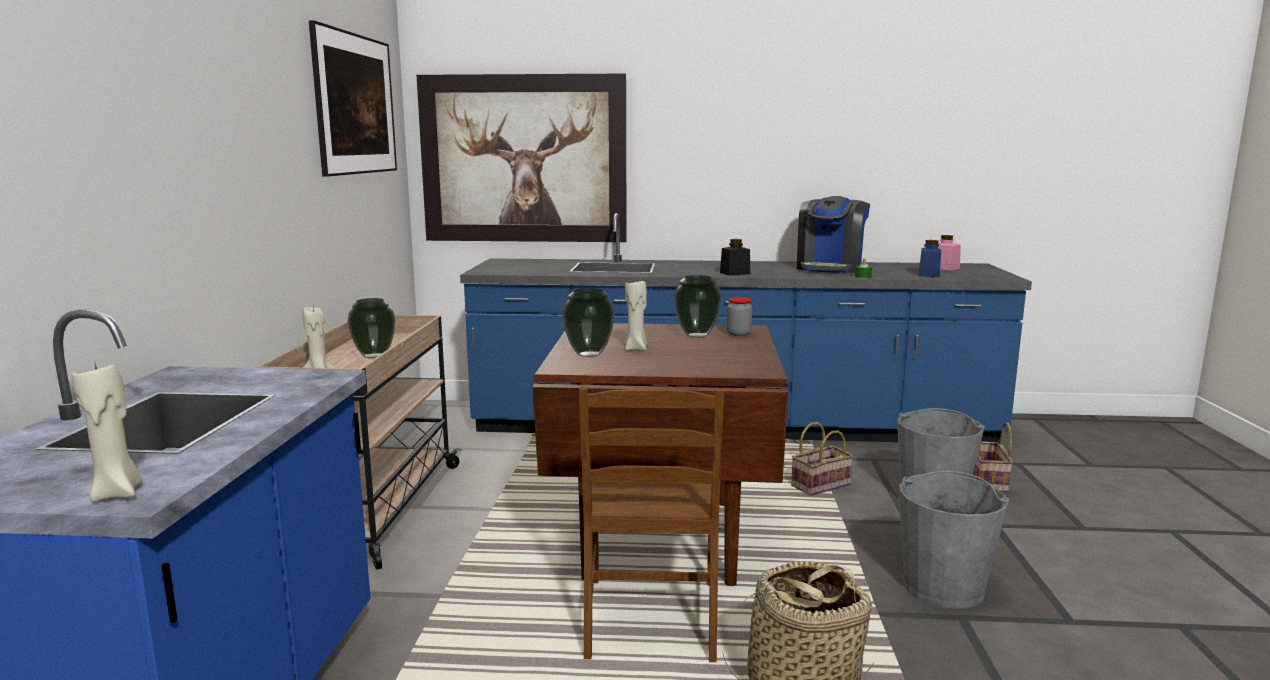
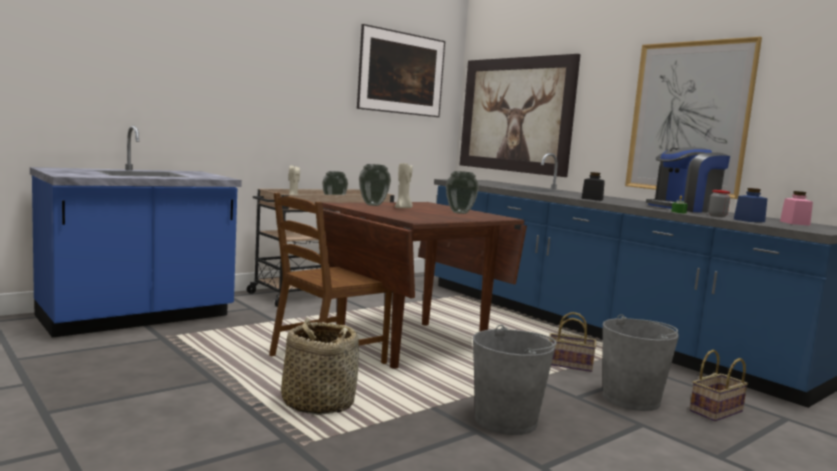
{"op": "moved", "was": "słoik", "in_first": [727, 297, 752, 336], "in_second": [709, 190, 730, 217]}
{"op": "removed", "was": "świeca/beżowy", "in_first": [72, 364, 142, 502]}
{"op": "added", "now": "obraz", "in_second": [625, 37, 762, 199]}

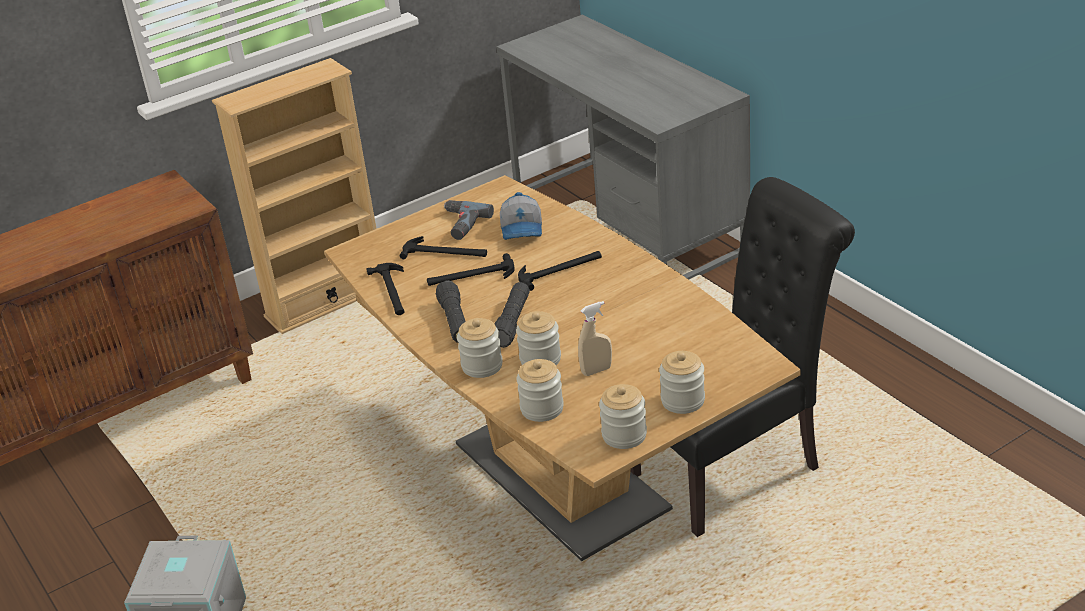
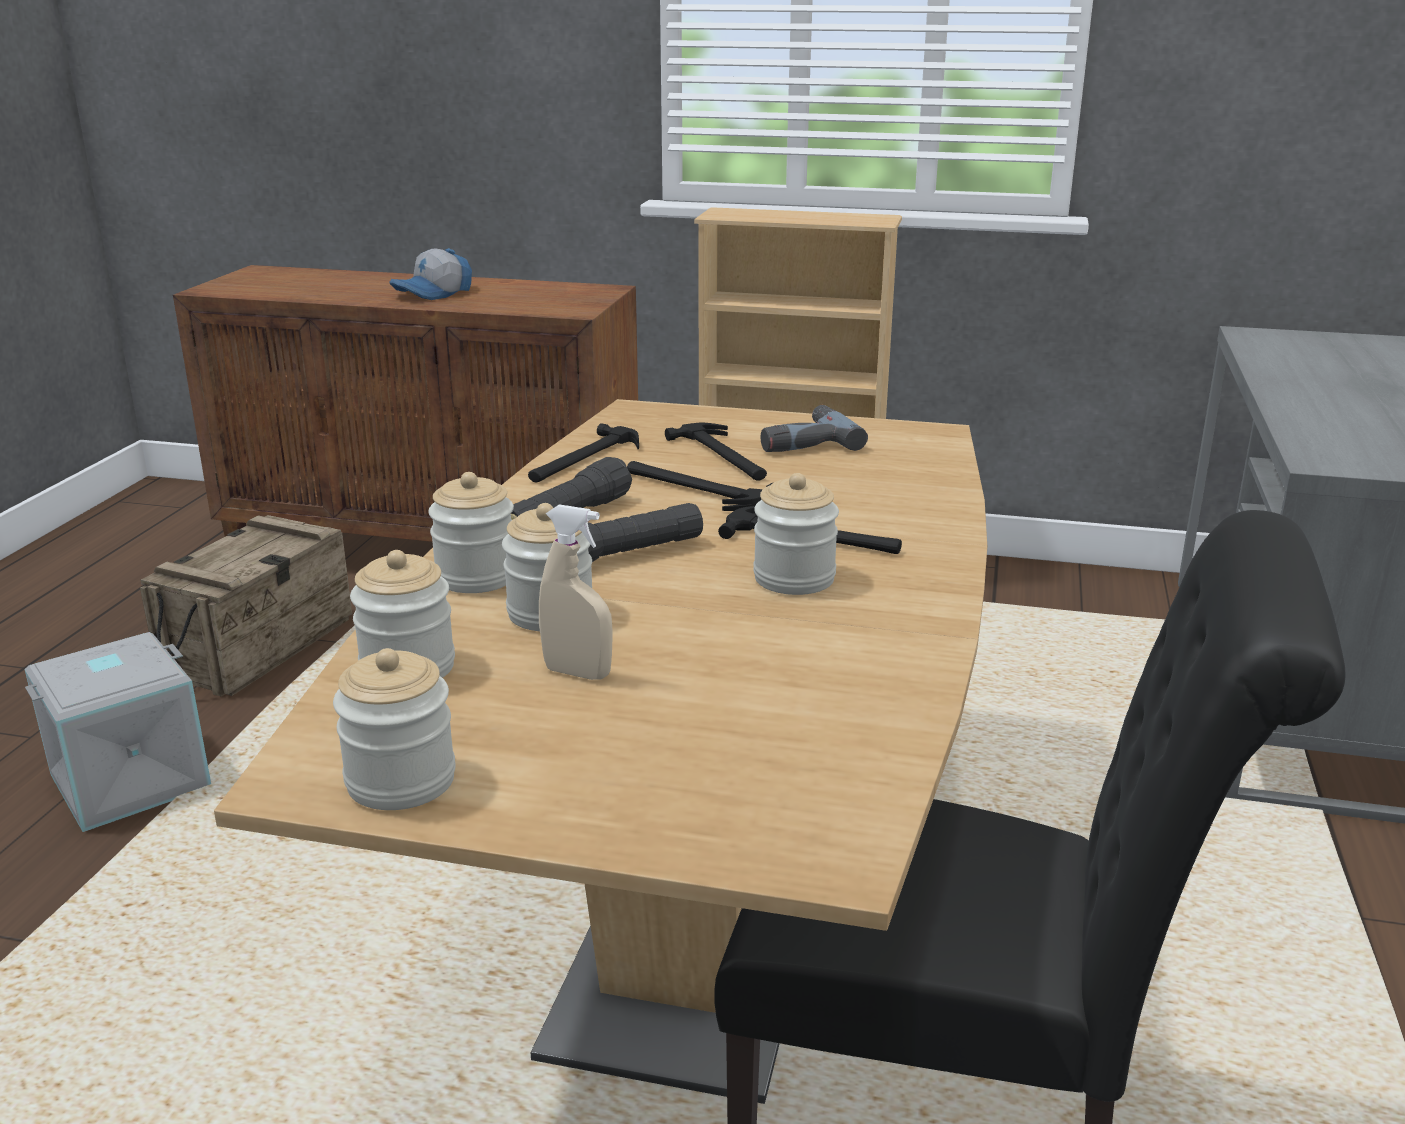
{"op": "moved", "was": "czapka z daszkiem", "in_first": [500, 192, 542, 240], "in_second": [389, 248, 472, 300]}
{"op": "moved", "was": "słoik", "in_first": [659, 351, 705, 414], "in_second": [753, 473, 839, 595]}
{"op": "added", "now": "skrzynka", "in_second": [140, 515, 352, 696]}

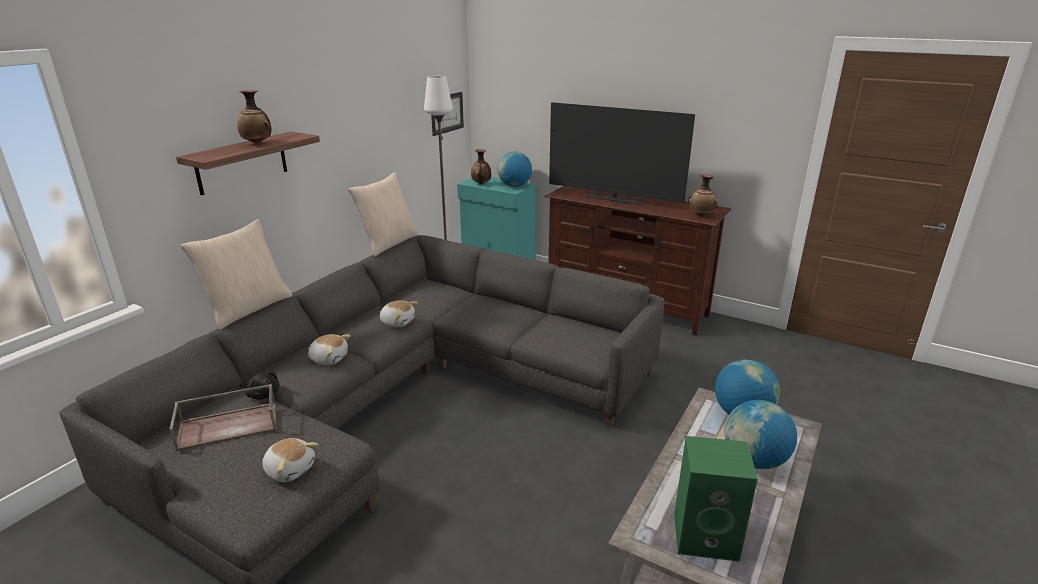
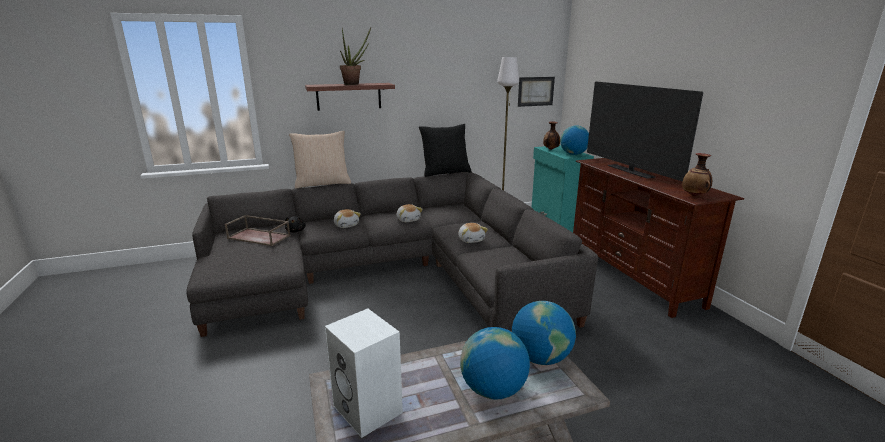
{"op": "replaced", "was": "wazon", "now": "roślina doniczkowa", "in_first": [238, 90, 271, 144], "in_second": [340, 28, 371, 85]}
{"op": "recoloured", "was": "poduszka/beżowy", "now": "poduszka/czarny", "in_first": [348, 172, 419, 257], "in_second": [419, 124, 472, 177]}
{"op": "recoloured", "was": "głośnik/zielony", "now": "głośnik/biały", "in_first": [674, 436, 758, 562], "in_second": [325, 308, 403, 438]}
{"op": "moved", "was": "pluszak", "in_first": [262, 438, 319, 482], "in_second": [458, 223, 488, 243]}

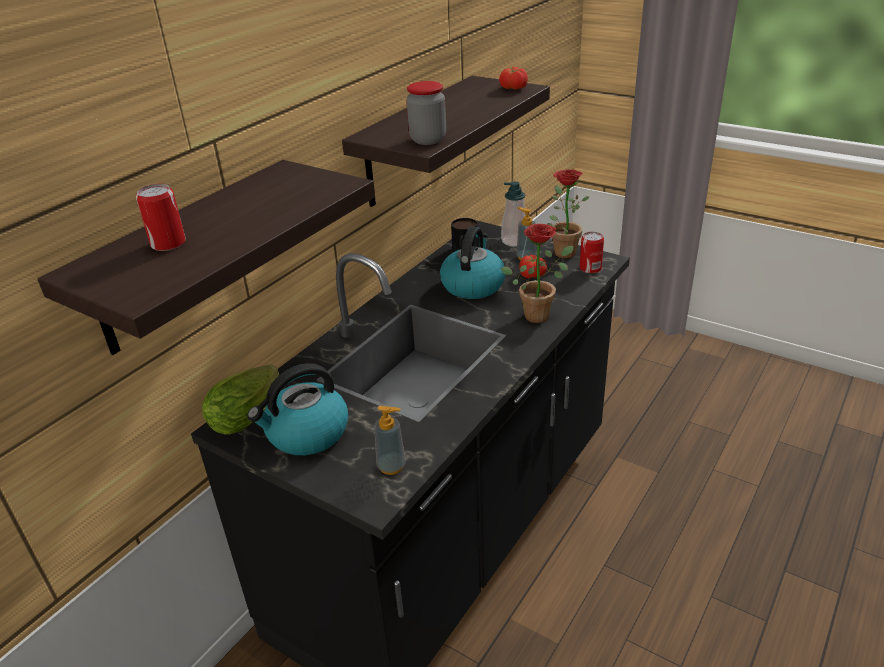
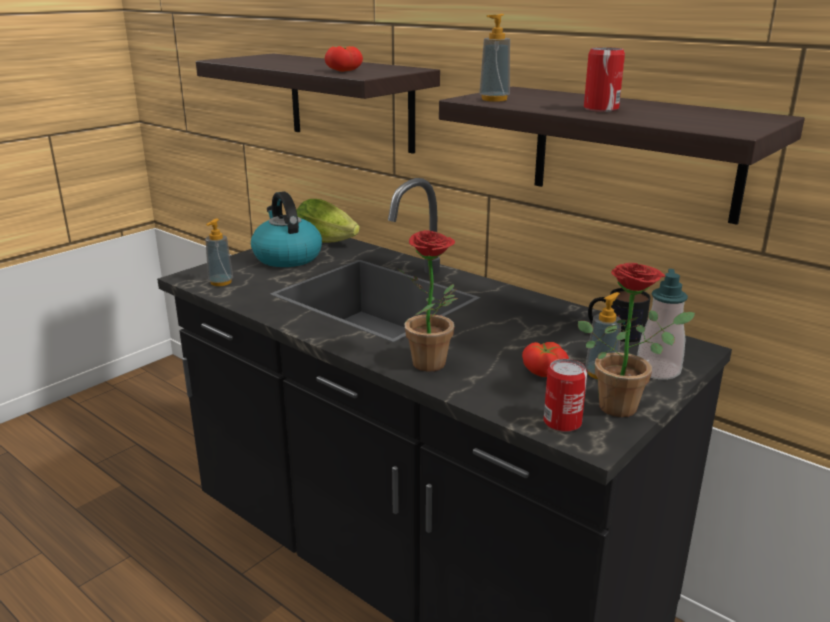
{"op": "moved", "was": "pomidor", "in_first": [499, 67, 528, 90], "in_second": [325, 46, 363, 72]}
{"op": "replaced", "was": "słoik", "now": "dozownik mydła", "in_first": [407, 81, 446, 145], "in_second": [479, 14, 510, 102]}
{"op": "moved", "was": "puszka", "in_first": [136, 184, 186, 251], "in_second": [584, 47, 625, 112]}
{"op": "removed", "was": "czajnik", "in_first": [440, 227, 505, 299]}

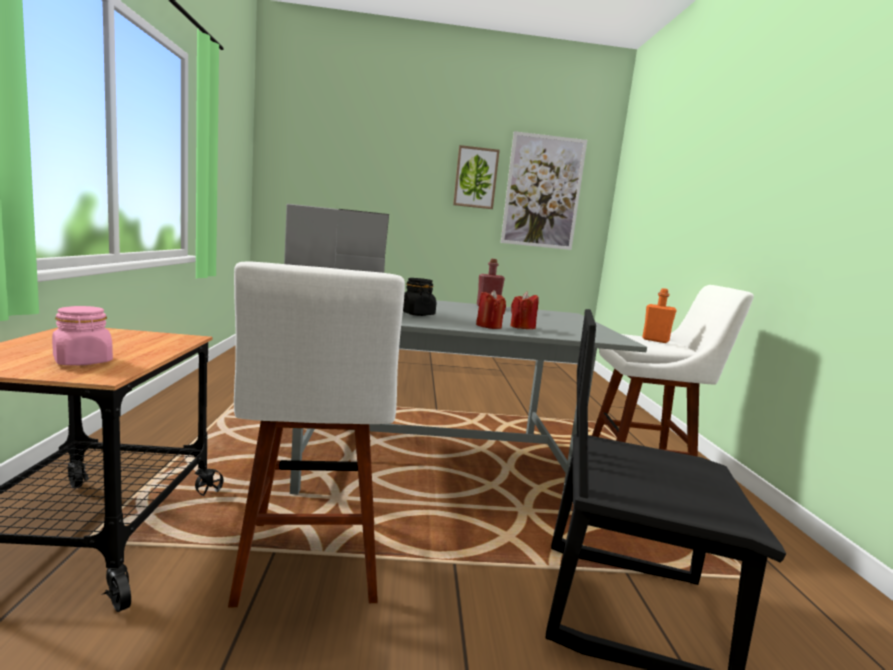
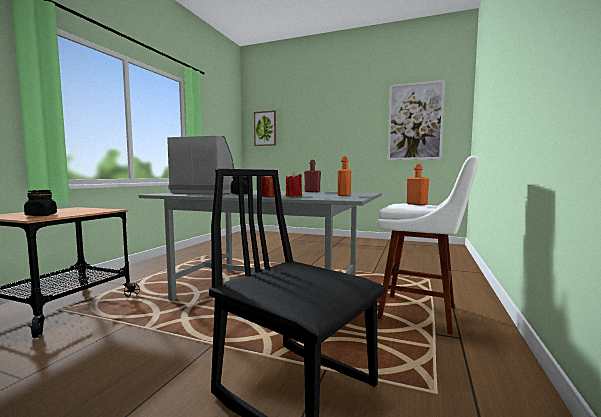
{"op": "moved", "was": "obraz", "in_first": [453, 145, 500, 209], "in_second": [254, 110, 276, 146]}
{"op": "removed", "was": "stołek/biały", "in_first": [228, 261, 405, 608]}
{"op": "recoloured", "was": "słoik/różowy", "now": "słoik/czarny", "in_first": [52, 306, 113, 365], "in_second": [24, 190, 57, 216]}
{"op": "added", "now": "butelka/pomarańczowy", "in_second": [338, 156, 351, 196]}

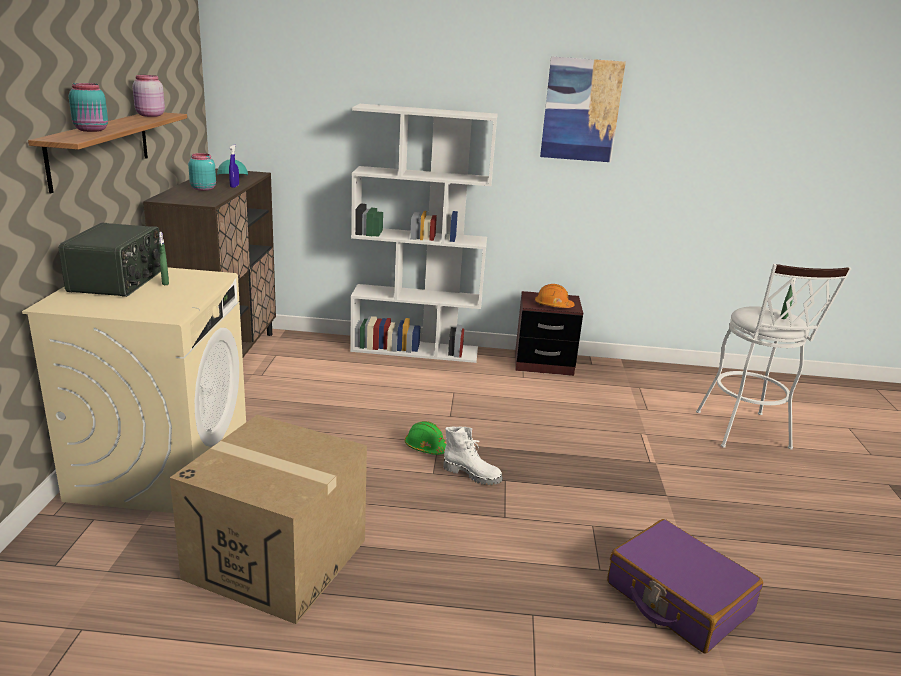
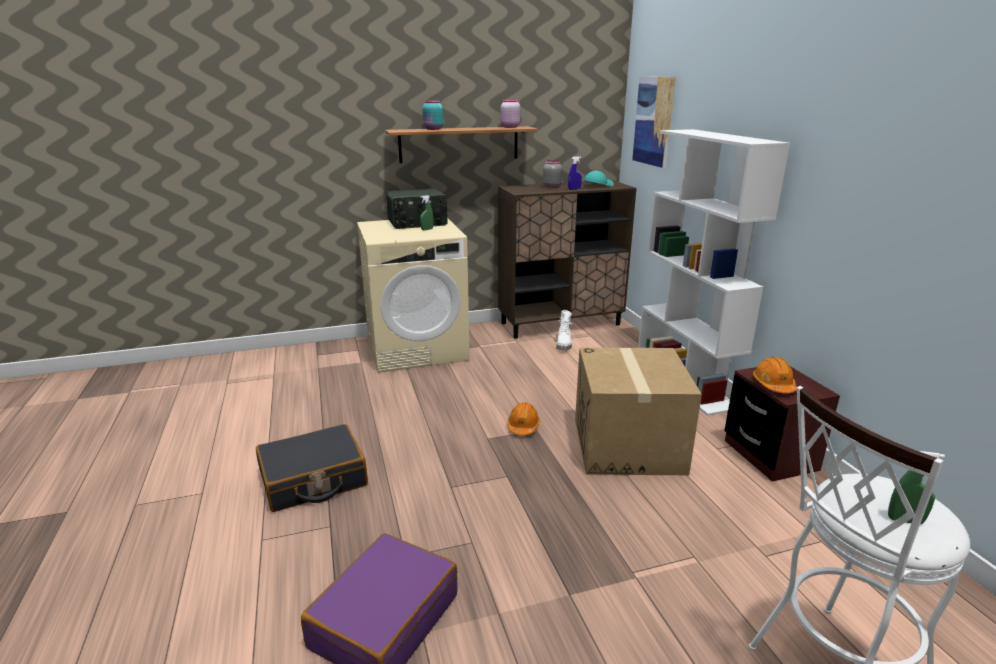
{"op": "moved", "was": "obraz", "in_first": [540, 56, 626, 162], "in_second": [632, 77, 676, 168]}
{"op": "recoloured", "was": "słoik/turkusowy", "now": "słoik/szary", "in_first": [188, 153, 216, 191], "in_second": [543, 160, 562, 188]}
{"op": "moved", "was": "karton", "in_first": [170, 414, 367, 624], "in_second": [575, 347, 702, 475]}
{"op": "recoloured", "was": "kask/zielony", "now": "kask/pomarańczowy", "in_first": [405, 421, 447, 455], "in_second": [507, 402, 540, 435]}
{"op": "moved", "was": "but z cholewką/biały", "in_first": [443, 427, 503, 485], "in_second": [556, 310, 573, 350]}
{"op": "added", "now": "walizka/czarny", "in_second": [256, 424, 368, 512]}

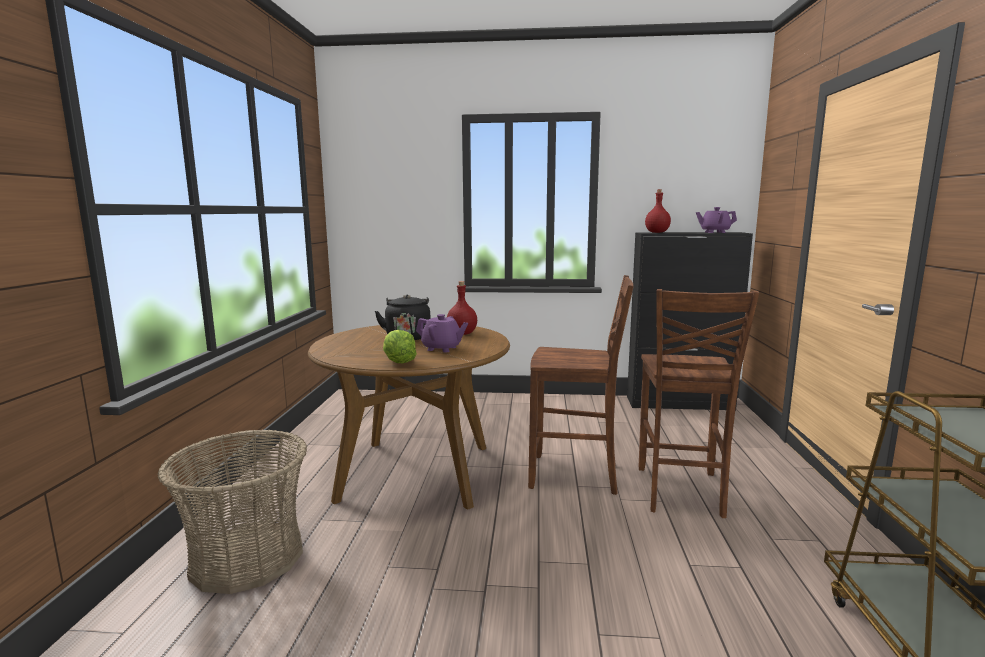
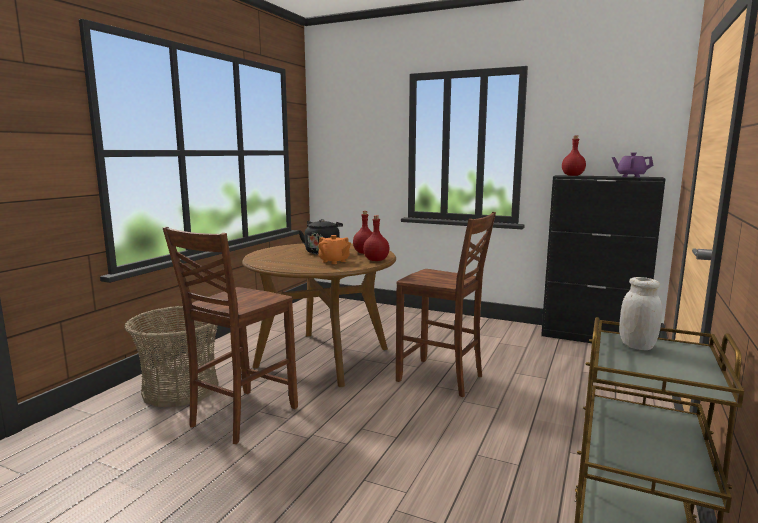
{"op": "moved", "was": "krzesło/brązowy", "in_first": [639, 289, 759, 518], "in_second": [163, 227, 298, 444]}
{"op": "recoloured", "was": "imbryk/fioletowy", "now": "imbryk/pomarańczowy", "in_first": [416, 314, 468, 352], "in_second": [318, 235, 351, 264]}
{"op": "removed", "was": "sałata", "in_first": [383, 329, 417, 363]}
{"op": "added", "now": "butelka/czerwony", "in_second": [363, 215, 390, 261]}
{"op": "added", "now": "słoik/biały", "in_second": [619, 277, 662, 350]}

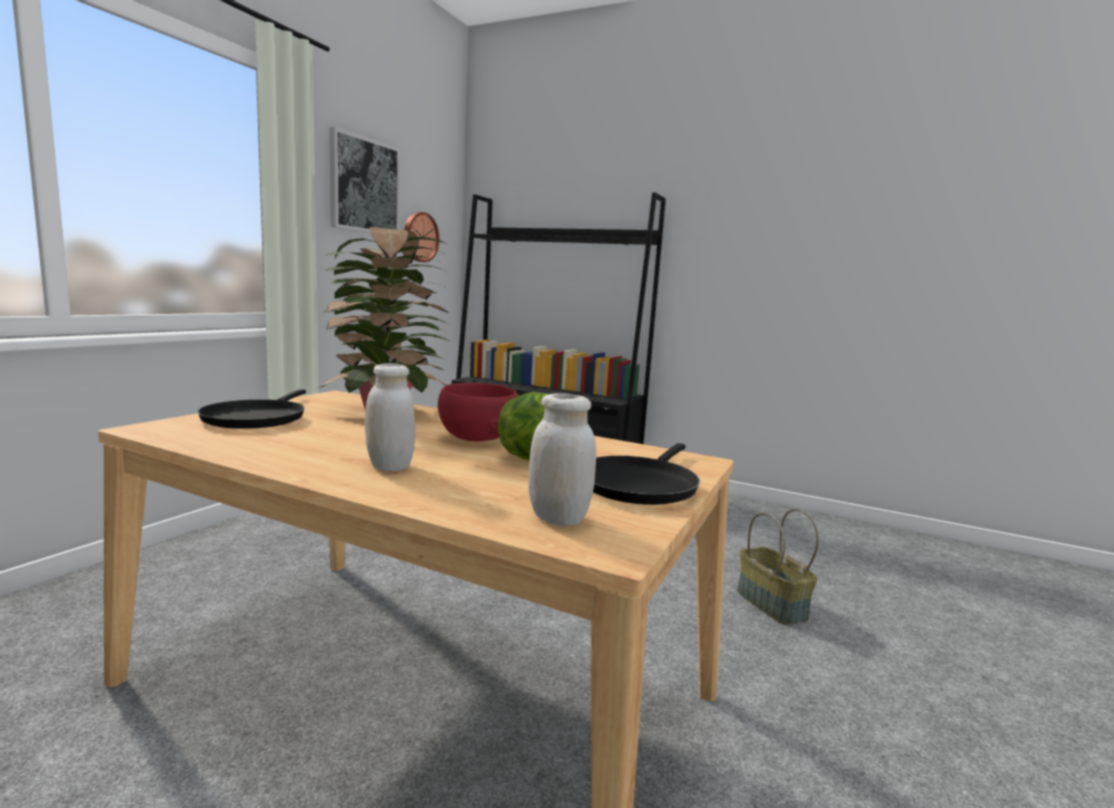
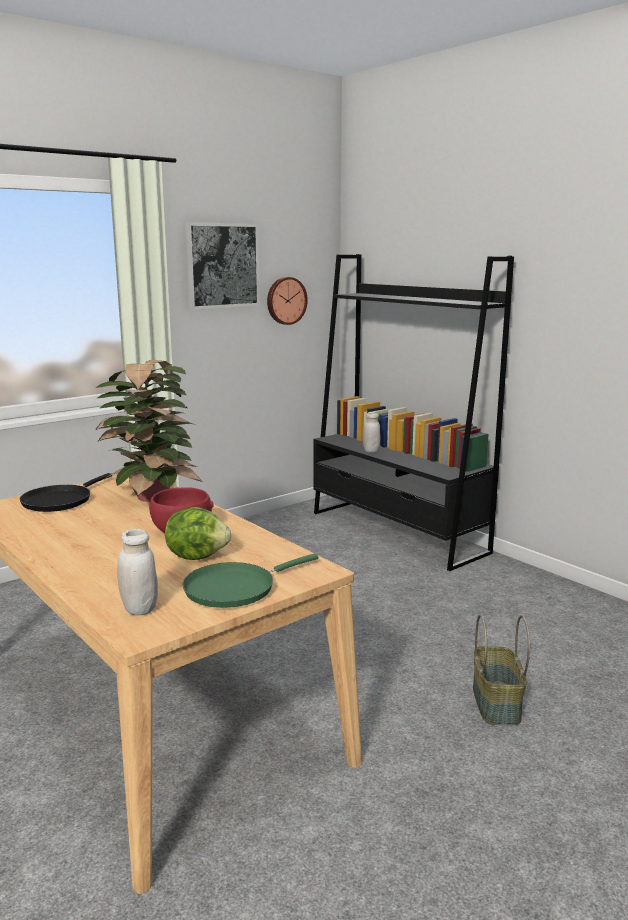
{"op": "moved", "was": "słoik/biały", "in_first": [365, 363, 415, 471], "in_second": [363, 413, 381, 453]}
{"op": "recoloured", "was": "patelnia/czarny", "now": "patelnia/zielony", "in_first": [593, 443, 700, 505], "in_second": [182, 554, 318, 608]}

